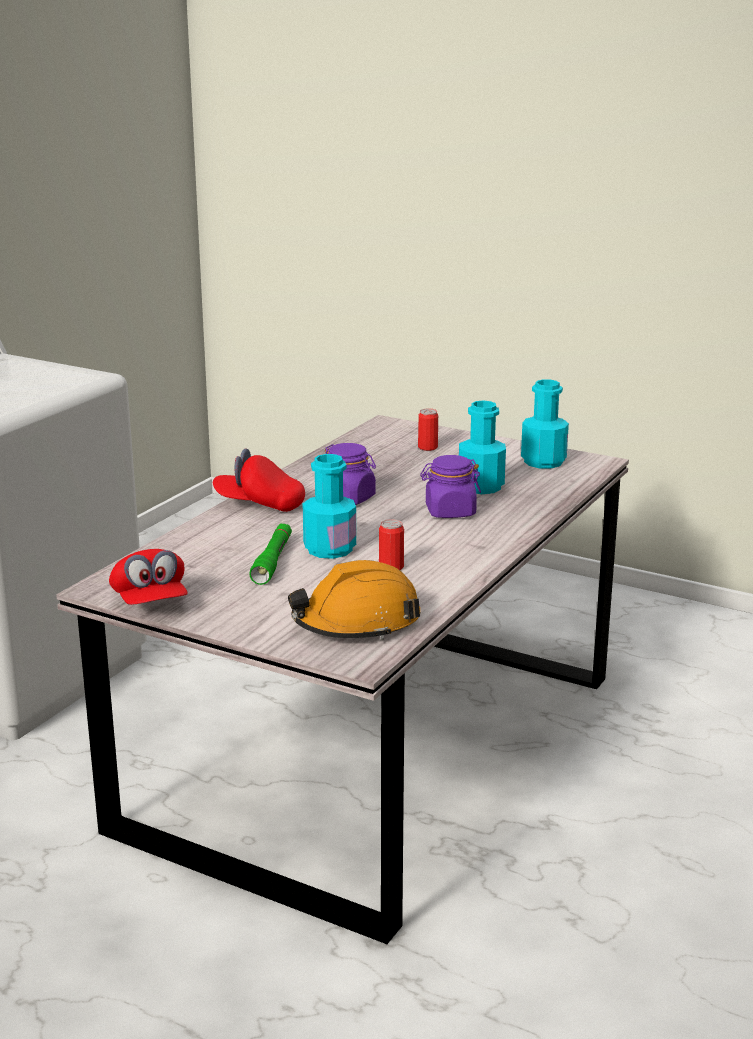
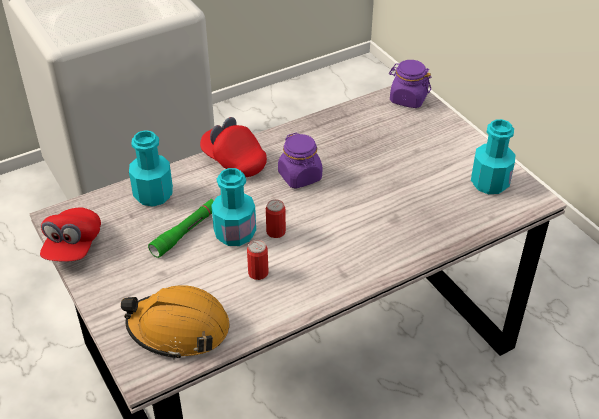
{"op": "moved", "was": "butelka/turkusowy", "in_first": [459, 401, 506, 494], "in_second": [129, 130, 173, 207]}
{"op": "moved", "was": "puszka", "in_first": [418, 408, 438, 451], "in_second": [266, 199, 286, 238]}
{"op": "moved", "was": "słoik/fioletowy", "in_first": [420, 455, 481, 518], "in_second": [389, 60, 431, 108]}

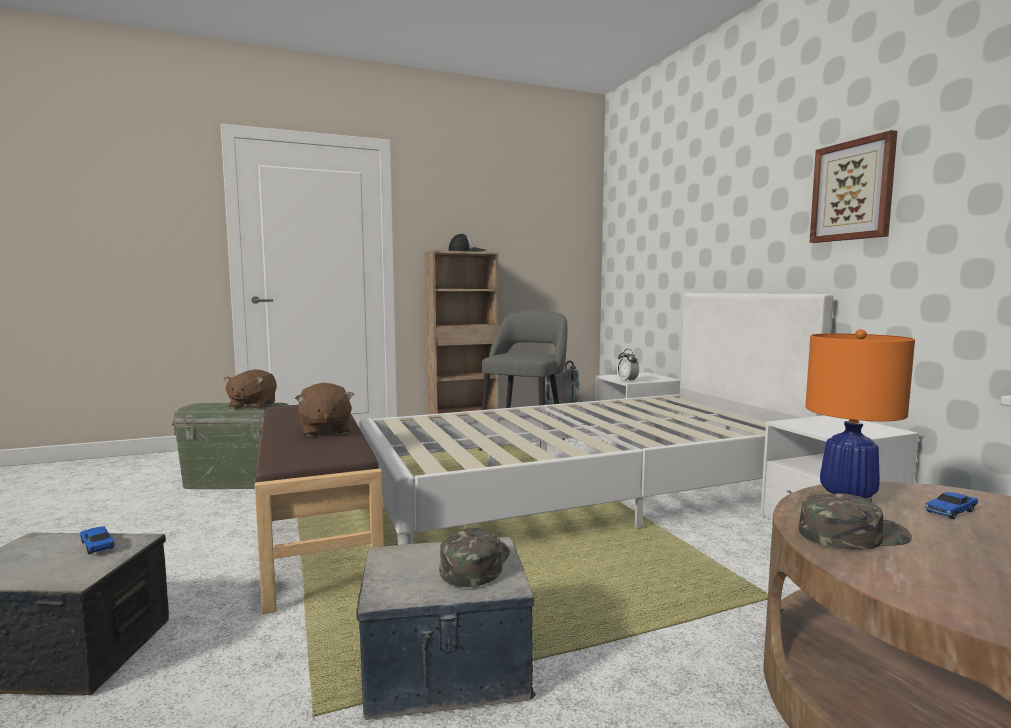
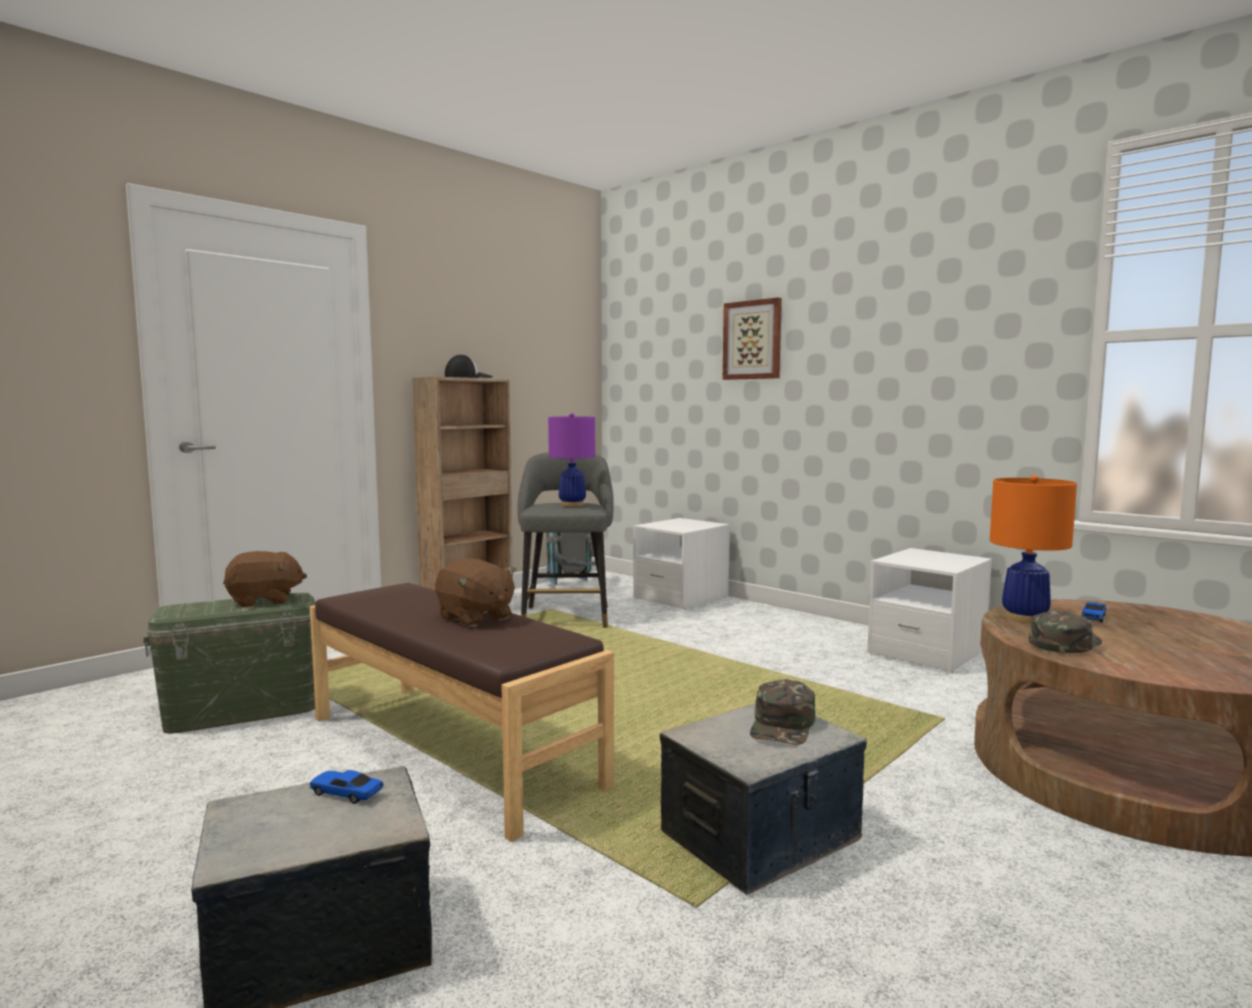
{"op": "moved", "was": "obraz", "in_first": [809, 130, 897, 243], "in_second": [723, 298, 782, 380]}
{"op": "removed", "was": "łóżko/biały", "in_first": [359, 293, 834, 545]}
{"op": "removed", "was": "budzik", "in_first": [617, 349, 639, 383]}
{"op": "turned", "was": "pluszak/brązowy", "in_first": [224, 369, 277, 409], "in_second": [223, 551, 307, 607], "clockwise": -90}
{"op": "turned", "was": "czapka z daszkiem/zielony", "in_first": [439, 528, 510, 587], "in_second": [750, 679, 816, 745], "clockwise": -150}
{"op": "added", "now": "lampa stołowa/fioletowy", "in_second": [548, 413, 595, 507]}

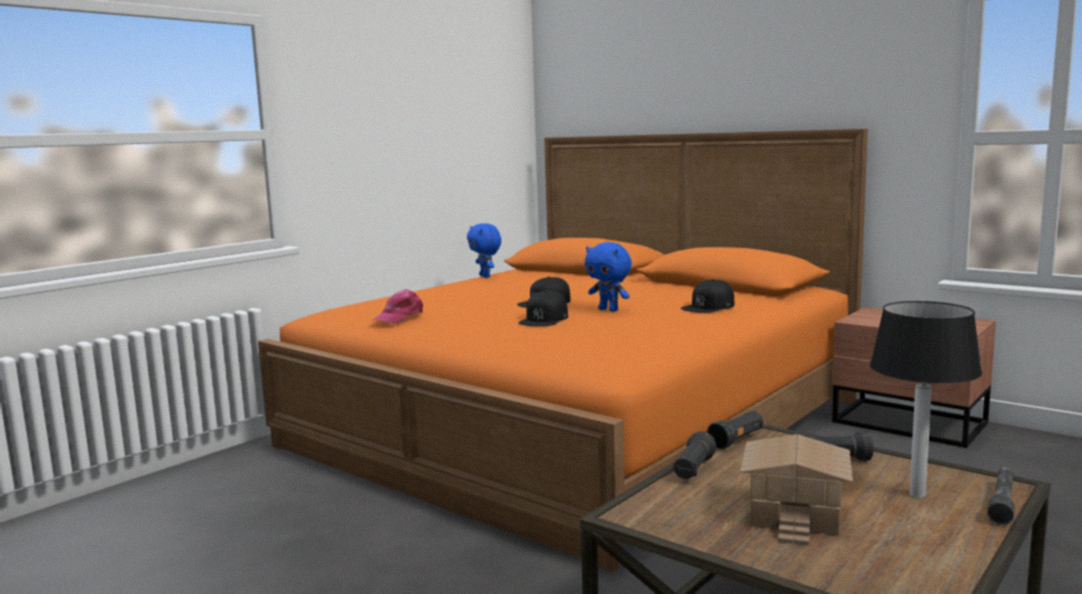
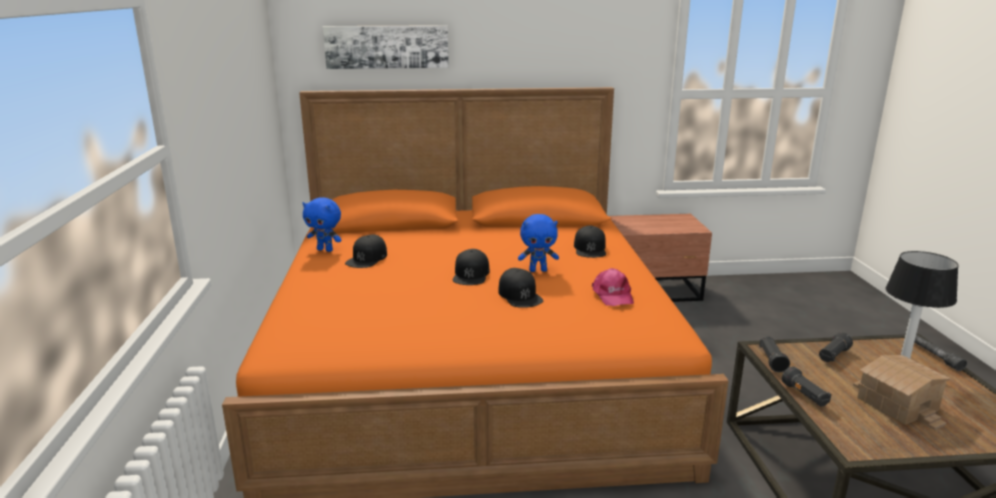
{"op": "moved", "was": "czapka z daszkiem/różowy", "in_first": [373, 289, 423, 324], "in_second": [592, 268, 634, 306]}
{"op": "added", "now": "obraz", "in_second": [323, 25, 449, 69]}
{"op": "added", "now": "czapka z daszkiem/czarny", "in_second": [345, 235, 387, 268]}

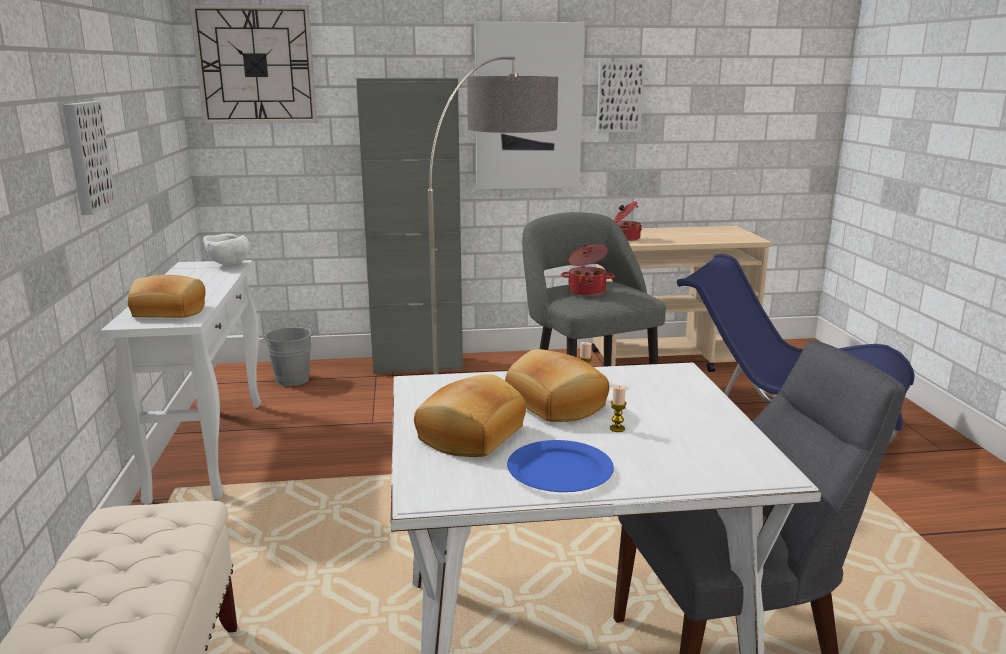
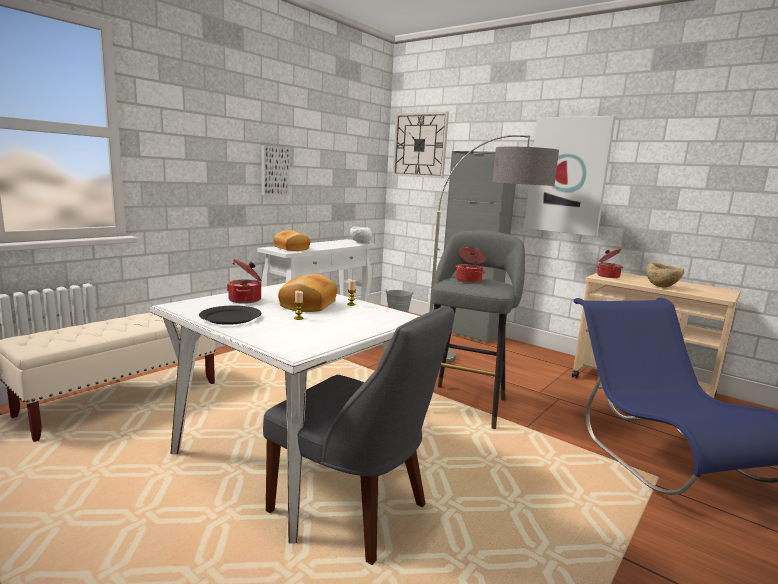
{"op": "removed", "was": "obraz", "in_first": [596, 62, 645, 132]}
{"op": "replaced", "was": "chleb", "now": "garnek", "in_first": [414, 374, 526, 457], "in_second": [227, 259, 262, 304]}
{"op": "recoloured", "was": "talerz/niebieski", "now": "talerz/czarny", "in_first": [507, 440, 614, 492], "in_second": [199, 305, 261, 325]}
{"op": "added", "now": "miska/beżowy", "in_second": [646, 262, 684, 287]}

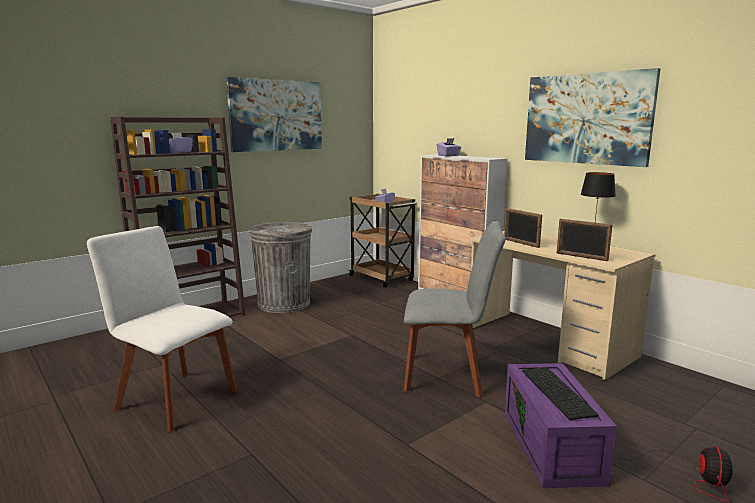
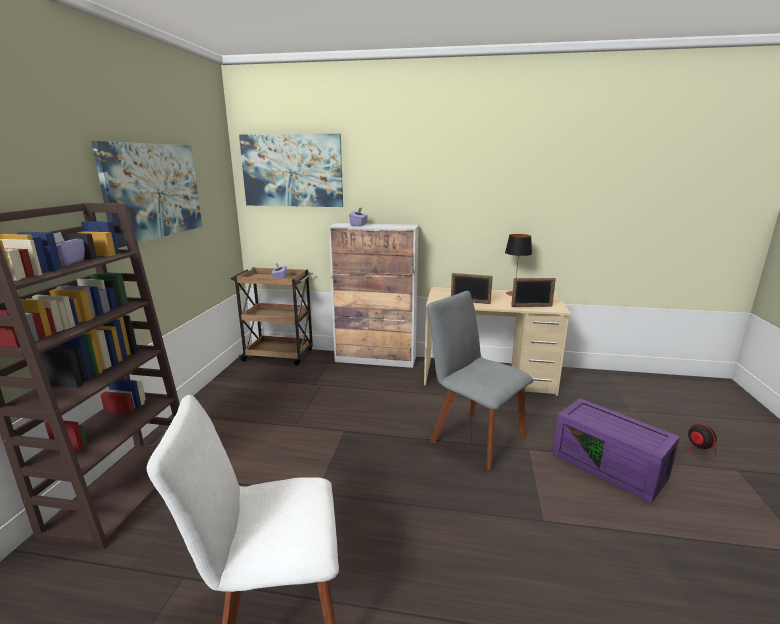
{"op": "moved", "was": "obraz", "in_first": [525, 68, 660, 167], "in_second": [239, 134, 343, 207]}
{"op": "turned", "was": "krzesło/szary", "in_first": [404, 221, 506, 398], "in_second": [427, 291, 533, 471], "clockwise": -105}
{"op": "removed", "was": "kosz na śmieci/szary", "in_first": [249, 222, 312, 313]}
{"op": "removed", "was": "klawiatura", "in_first": [522, 367, 599, 420]}

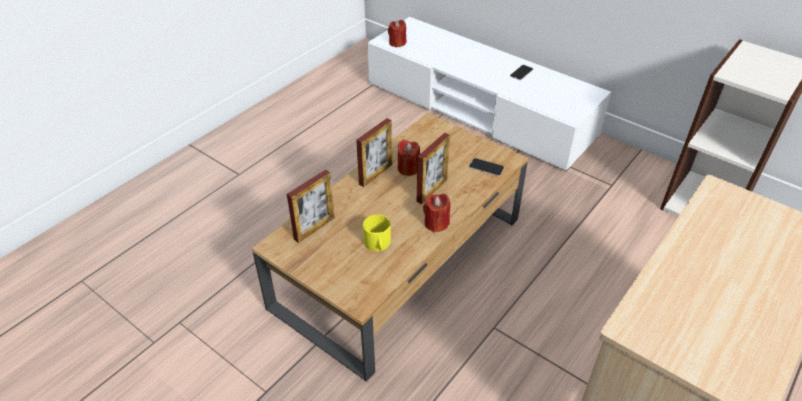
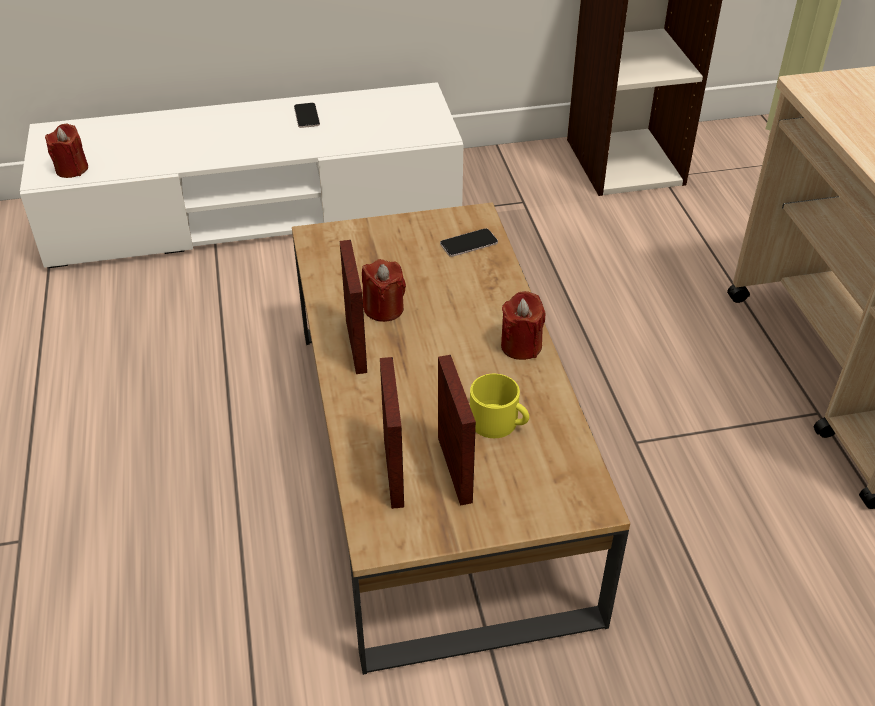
{"op": "moved", "was": "ramka na zdjęcie", "in_first": [417, 133, 450, 204], "in_second": [438, 355, 476, 506]}

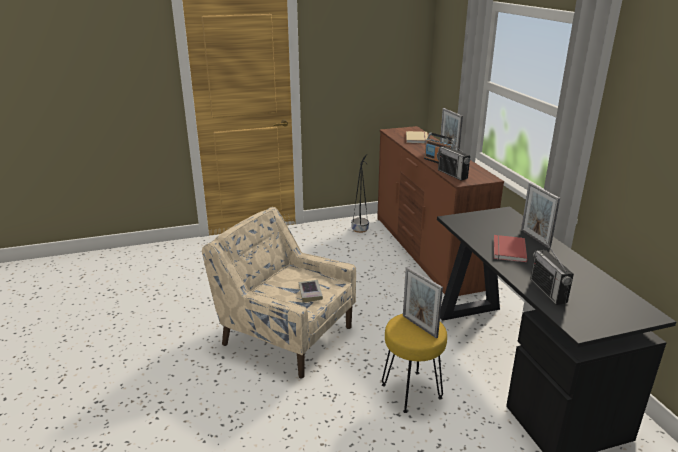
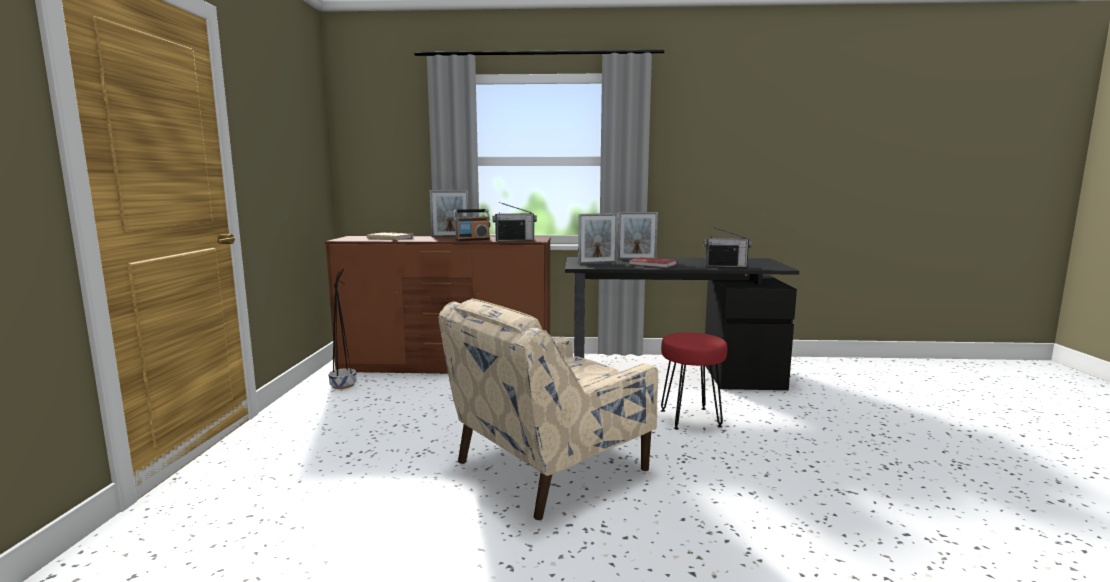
{"op": "moved", "was": "ramka na zdjęcie", "in_first": [403, 267, 443, 338], "in_second": [578, 213, 618, 265]}
{"op": "removed", "was": "książka", "in_first": [298, 280, 323, 303]}
{"op": "recoloured", "was": "stołek/żółty", "now": "stołek/czerwony", "in_first": [382, 314, 447, 413], "in_second": [661, 332, 727, 430]}

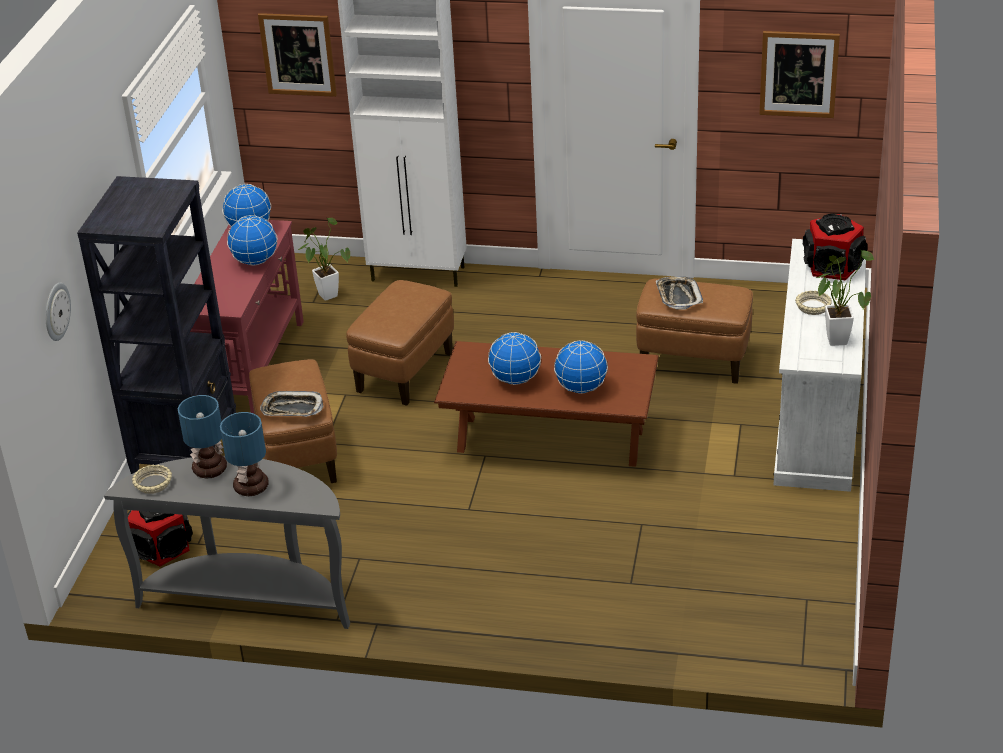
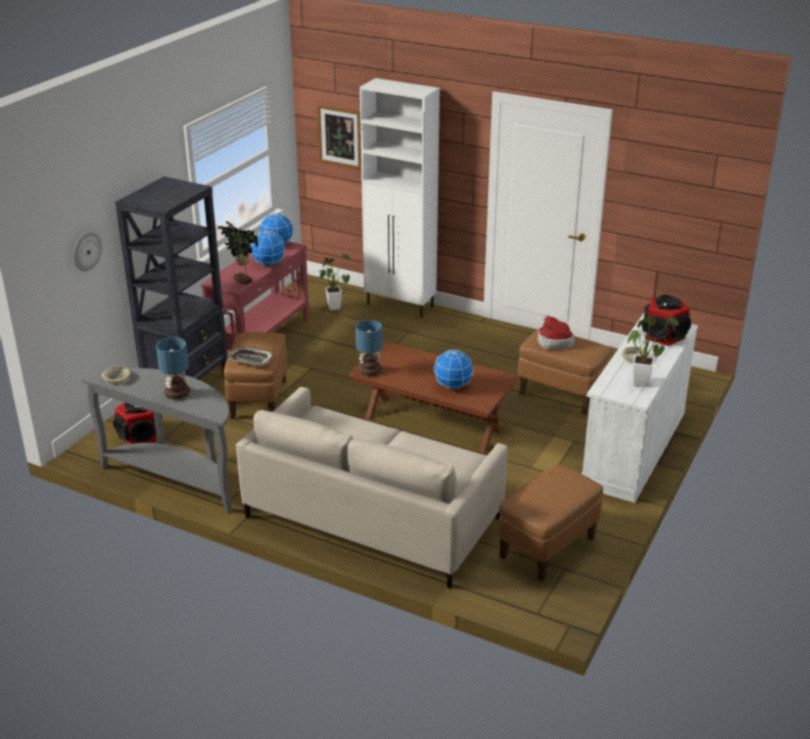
{"op": "removed", "was": "obraz", "in_first": [759, 31, 840, 118]}
{"op": "replaced", "was": "taca", "now": "kapelusz", "in_first": [656, 276, 703, 310], "in_second": [538, 315, 575, 350]}
{"op": "moved", "was": "pufa/brązowy", "in_first": [346, 280, 454, 406], "in_second": [498, 464, 603, 582]}
{"op": "removed", "was": "globus", "in_first": [488, 332, 541, 385]}
{"op": "moved", "was": "lampa stołowa", "in_first": [178, 395, 227, 479], "in_second": [355, 320, 383, 376]}
{"op": "added", "now": "roślina doniczkowa", "in_second": [218, 221, 258, 285]}
{"op": "added", "now": "kanapa/beżowy", "in_second": [236, 387, 508, 589]}

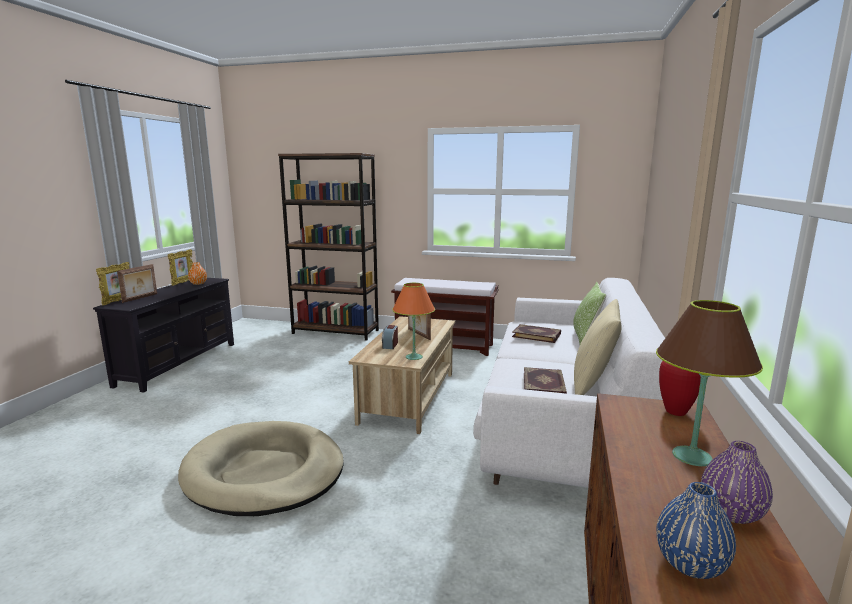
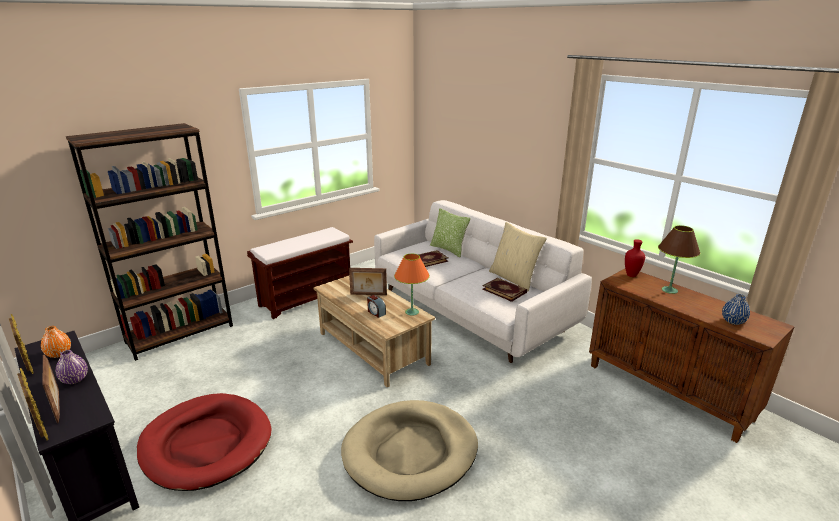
{"op": "moved", "was": "wazon/fioletowy", "in_first": [701, 441, 773, 524], "in_second": [56, 350, 88, 384]}
{"op": "added", "now": "legowisko/czerwony", "in_second": [137, 393, 272, 491]}

